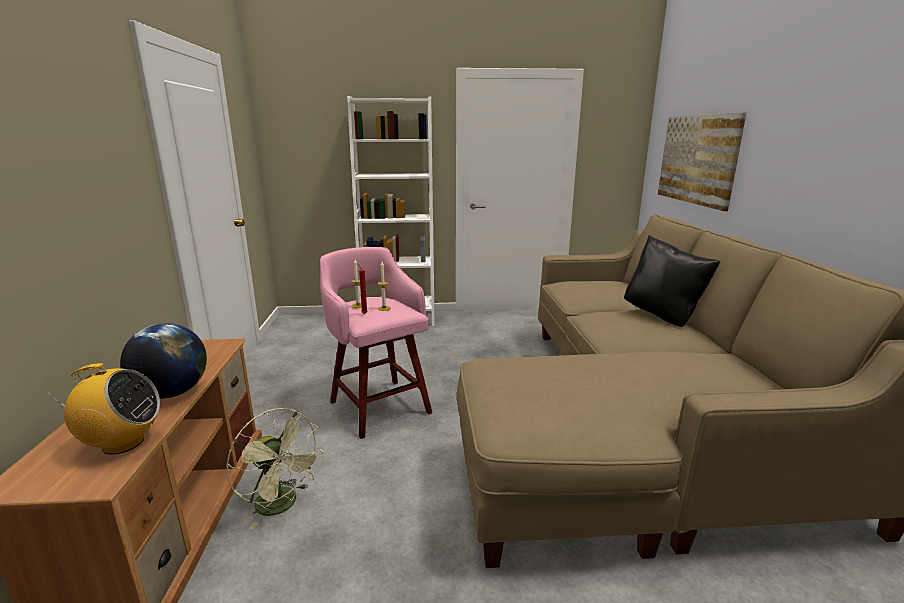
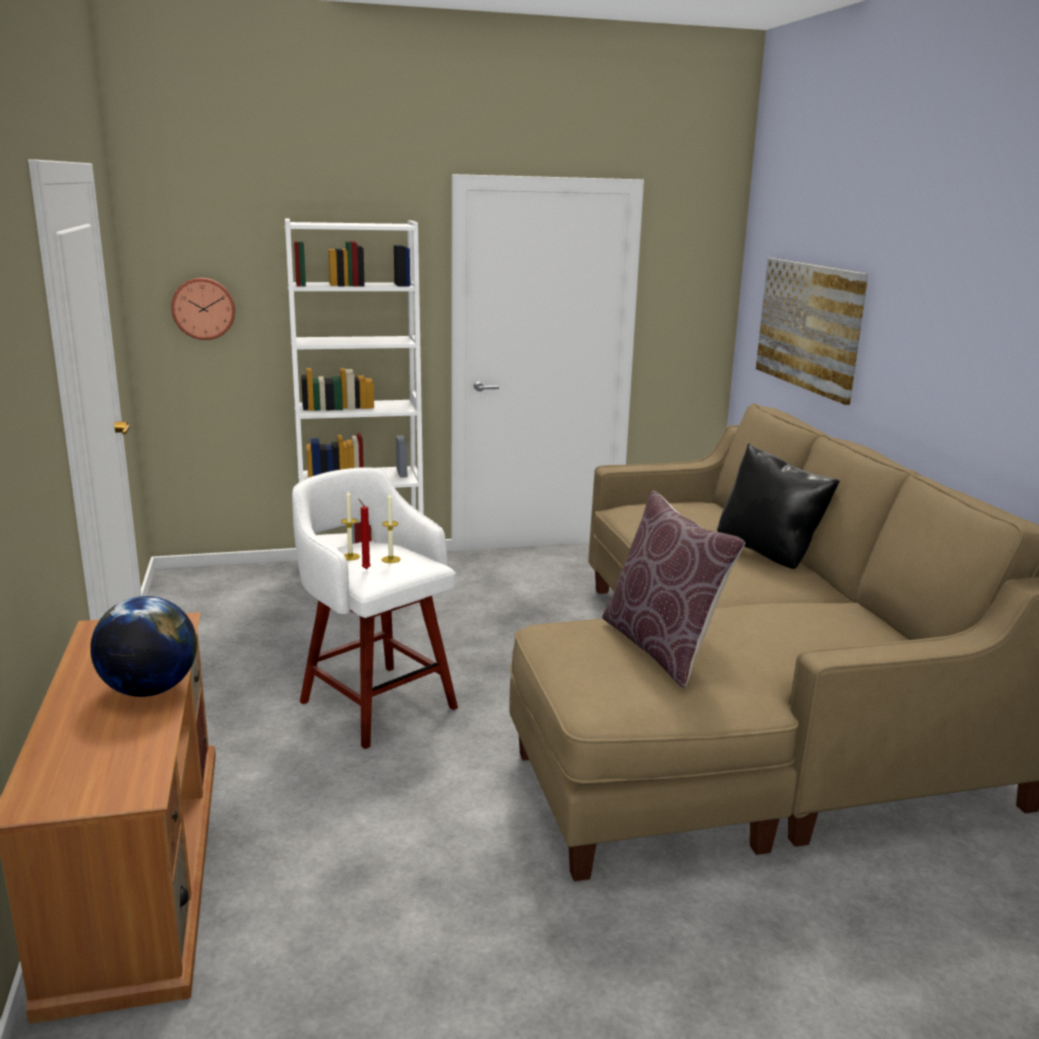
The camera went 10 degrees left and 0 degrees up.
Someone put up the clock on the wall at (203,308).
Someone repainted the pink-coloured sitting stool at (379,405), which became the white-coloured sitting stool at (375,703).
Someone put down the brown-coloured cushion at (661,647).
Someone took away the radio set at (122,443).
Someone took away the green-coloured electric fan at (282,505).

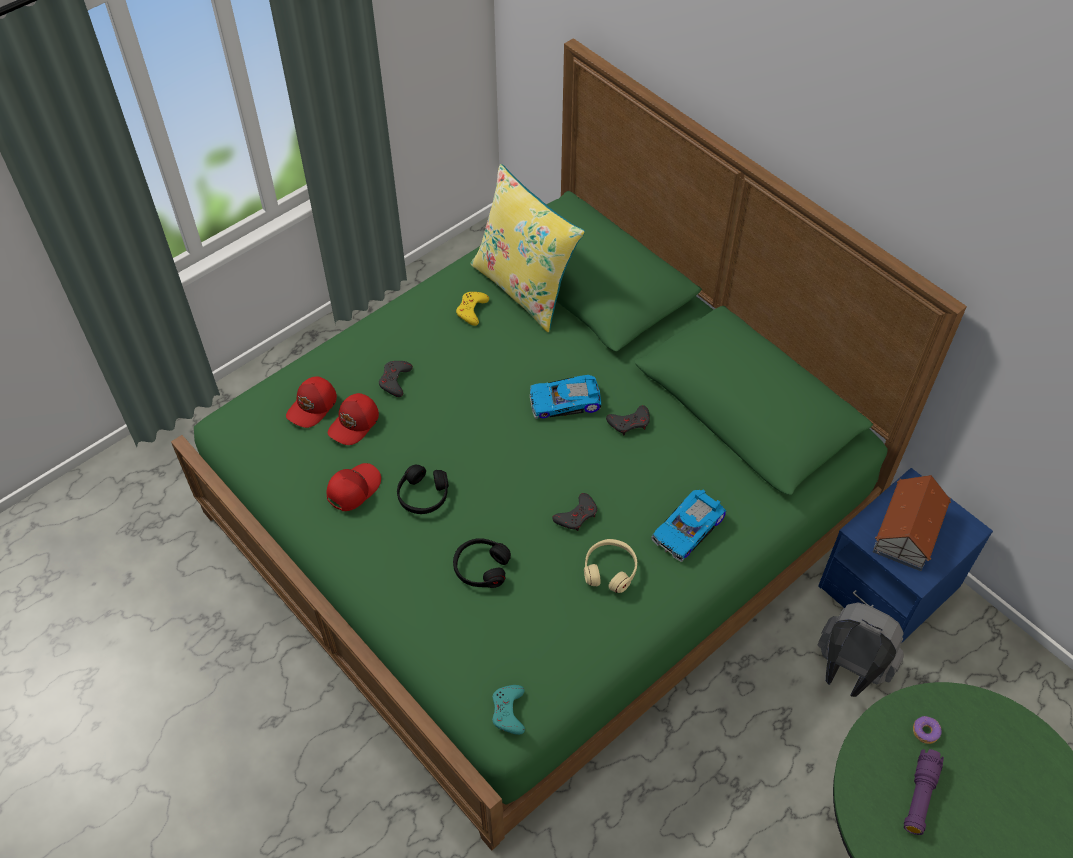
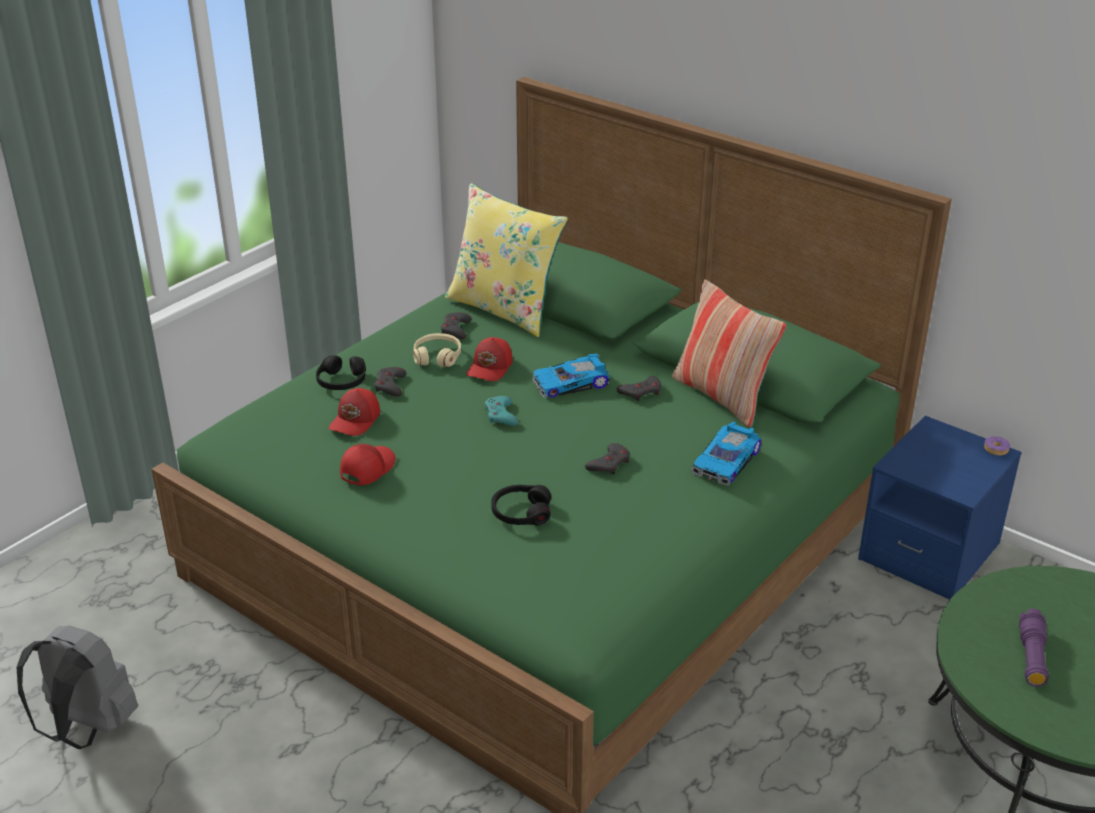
The camera went 10 degrees left and 20 degrees down.
Someone carried the grey rucksack from (849,670) to (87,728).
Someone carried the blackish headphones from (423,495) to (341,381).
Someone carried the beige-coloured headphones from (610,569) to (437,356).
Someone repainted the yellow game controller at (472,310), which became the grey game controller at (456,329).
Someone carried the red-coloured peaked cap from (313,407) to (491,368).
Someone carried the blue-green game controller from (508,711) to (501,415).
Someone put down the cushion at (722,396).
Someone carried the ring doughnut from (925,731) to (995,449).
Someone took away the toy house at (906,532).

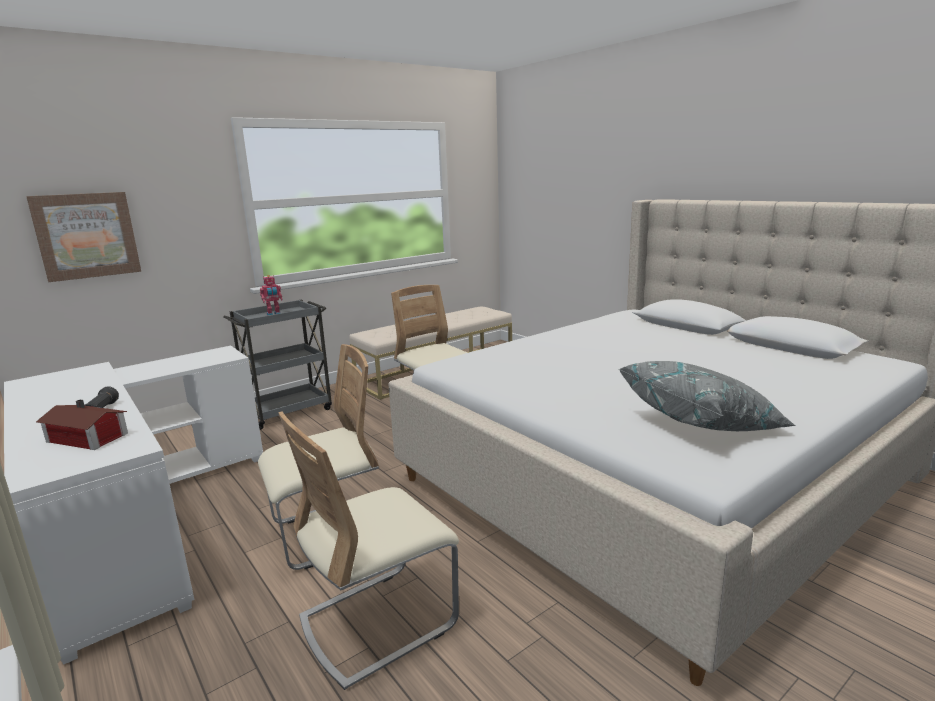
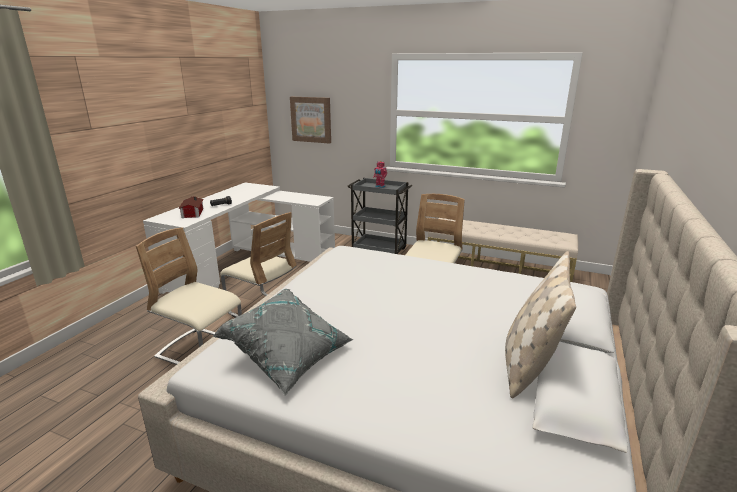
The camera went 60 degrees right and 5 degrees up.
Someone put down the beige-coloured cushion at (529,365).

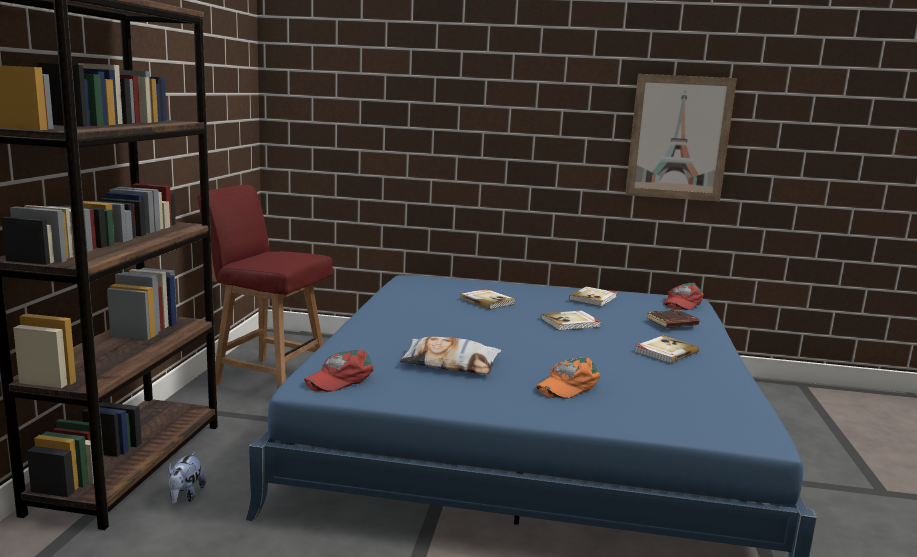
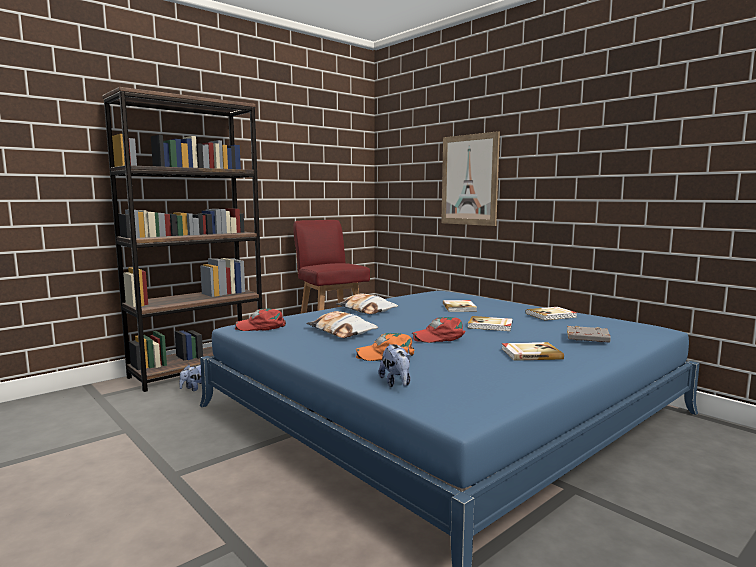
The camera went 40 degrees right and 5 degrees down.
Someone put down the cushion at (366,310).
Someone put down the cuddly toy at (396,383).
Someone carried the red-coloured peaked cap from (681,303) to (439,337).
Someone carried the wall art from (679,138) to (469,180).
Someone repainted the brown-coloured volume at (672,323), which became the grey volume at (587,338).

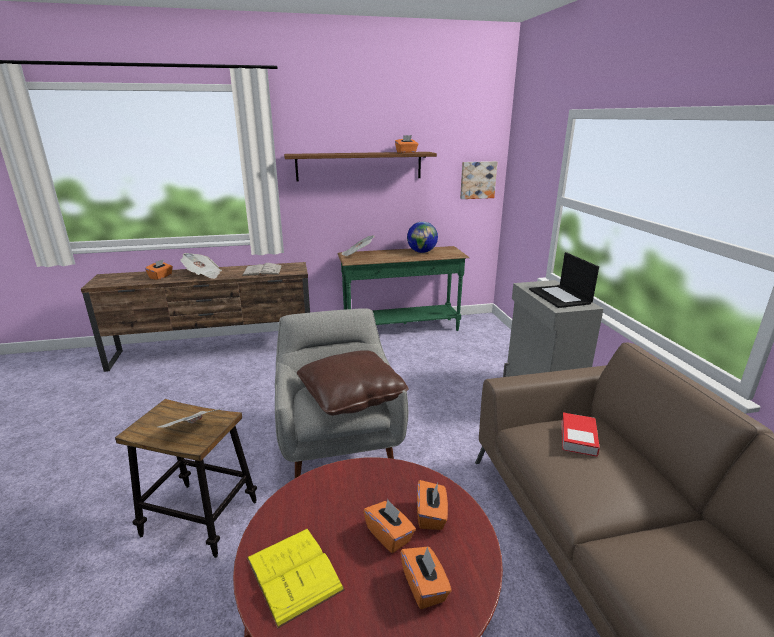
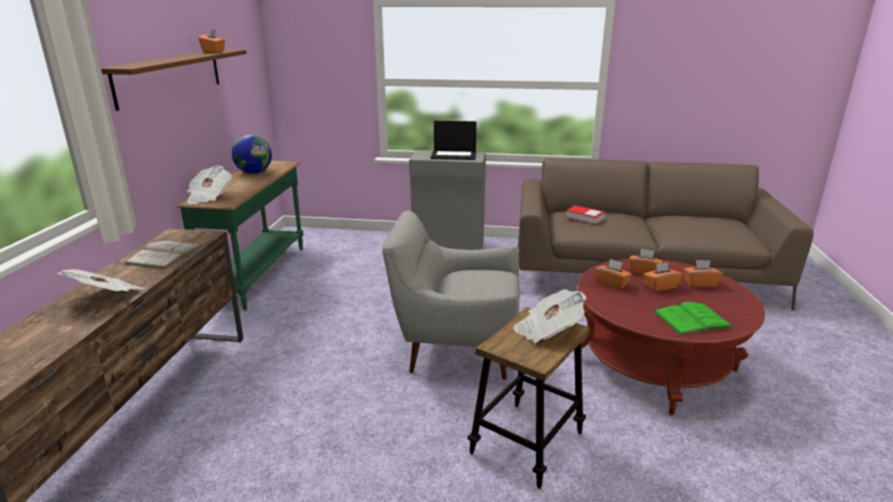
The camera went 70 degrees left and 0 degrees up.
Someone carried the orange-coloured tissue holder from (161,277) to (611,284).
Someone repainted the yellow volume at (294,573), which became the green-coloured volume at (692,319).
Someone took away the brown-coloured cushion at (351,396).
Someone took away the wall art at (477,180).

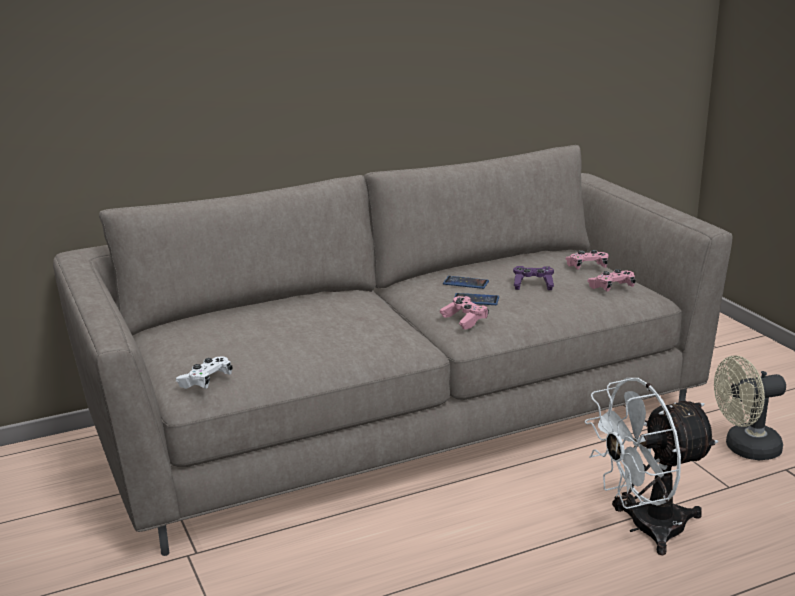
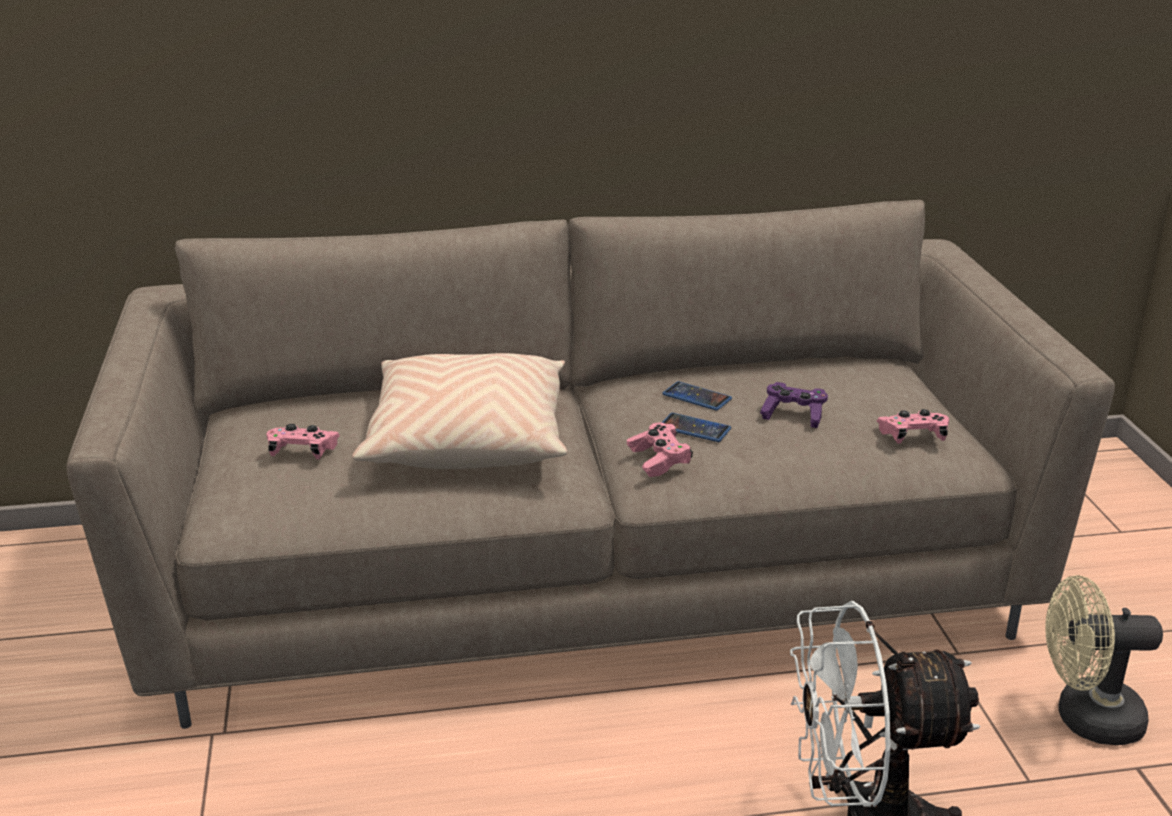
The camera went 15 degrees right and 5 degrees up.
Someone carried the pink-coloured game controller from (587,267) to (303,452).
Someone put down the beige-coloured cushion at (467,440).
Someone took away the white-coloured game controller at (206,381).

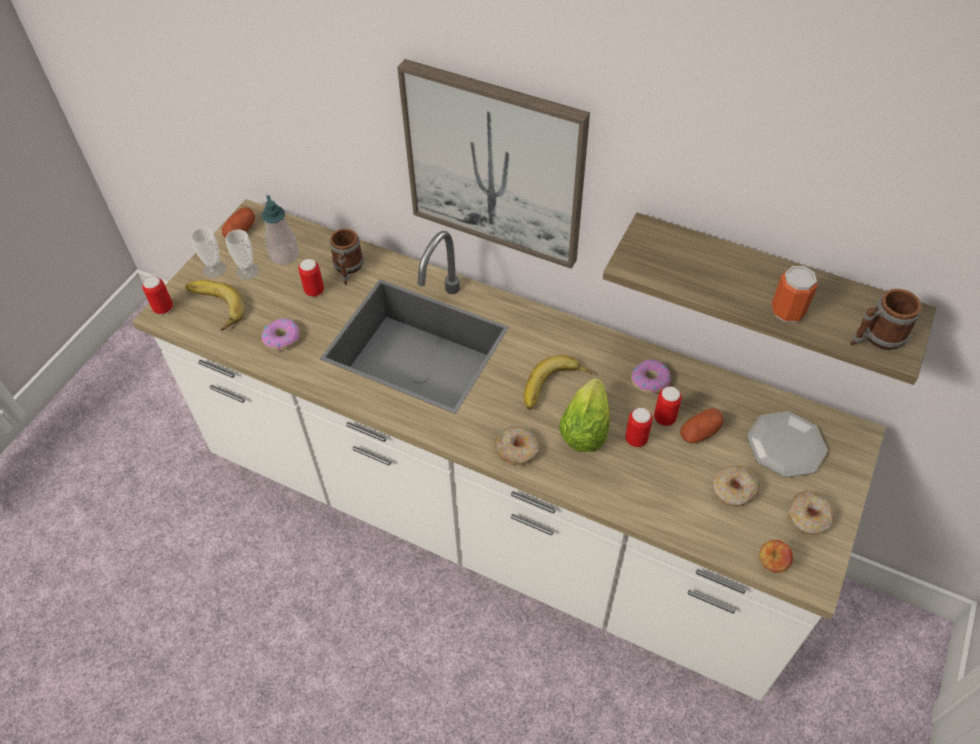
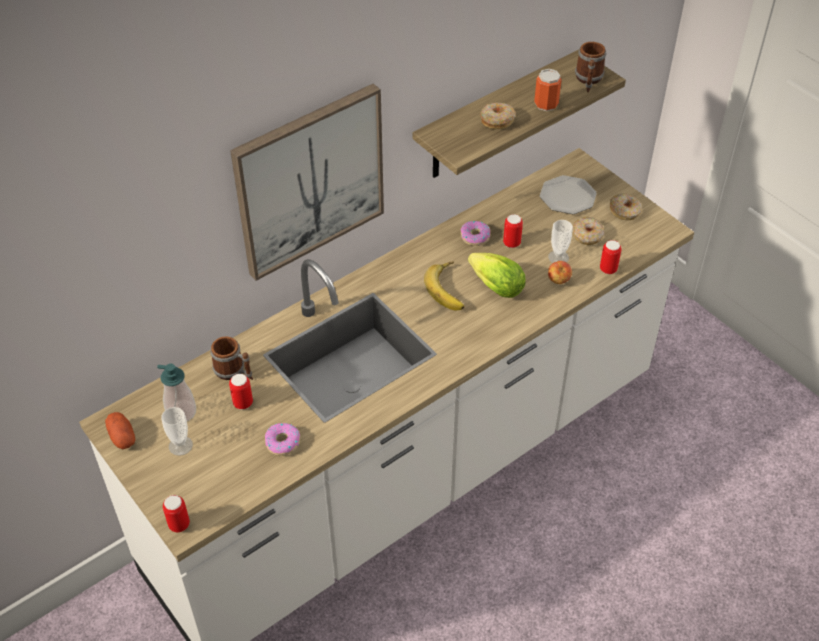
The camera went 65 degrees left and 5 degrees down.
Someone carried the ring doughnut from (517,450) to (497,120).
Someone carried the cup from (214,269) to (558,257).
Someone carried the whole apple from (772,563) to (558,280).
Someone carried the can from (636,439) to (608,269).
Someone took away the banana at (213,308).
Someone took away the potato at (700,433).

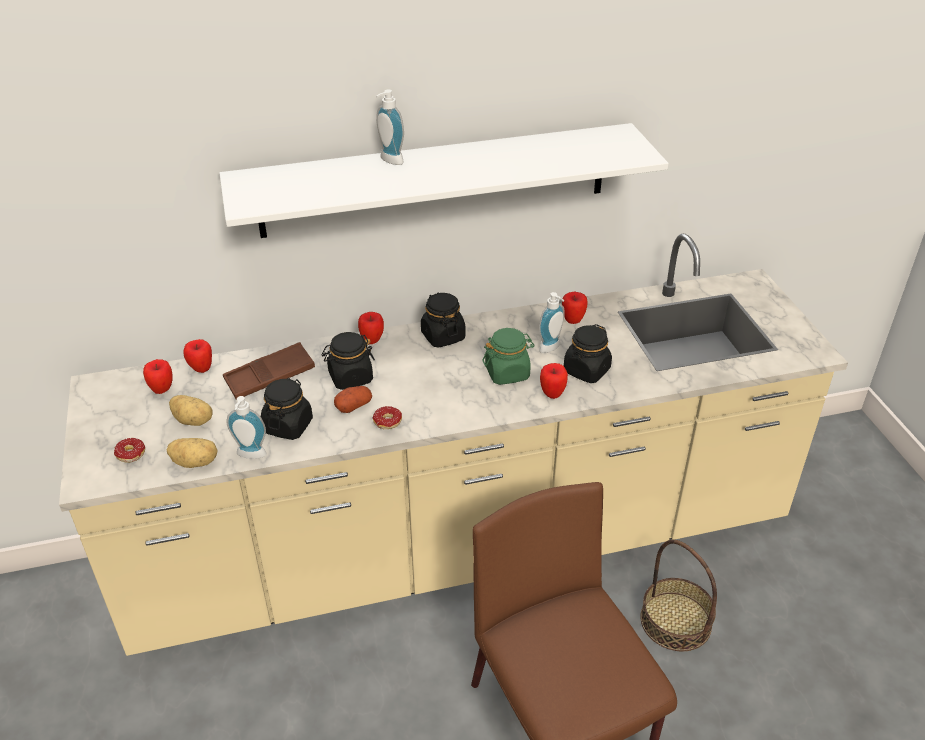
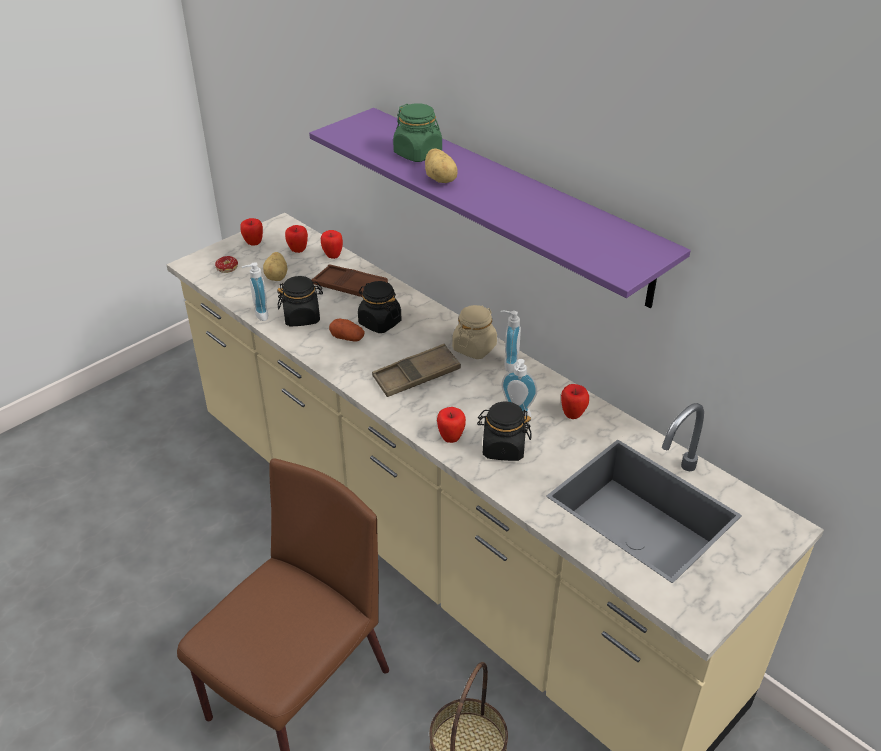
The camera went 60 degrees right and 0 degrees up.
Someone carried the whole apple from (372,341) to (254,243).
Someone repainted the white-coloured shelf at (435,180), which became the purple-coloured shelf at (511,203).
Someone put down the brown-coloured carrying tray at (416,376).
Someone carried the green-coloured storage jar from (507,373) to (418,154).
Someone carried the potato from (195,462) to (441,179).
Someone repainted the blackish storage jar at (442,336), which became the beige-coloured storage jar at (474,348).
Someone carried the liquid soap bottle from (389,161) to (508,364).
Someone took away the ring doughnut at (387,425).

